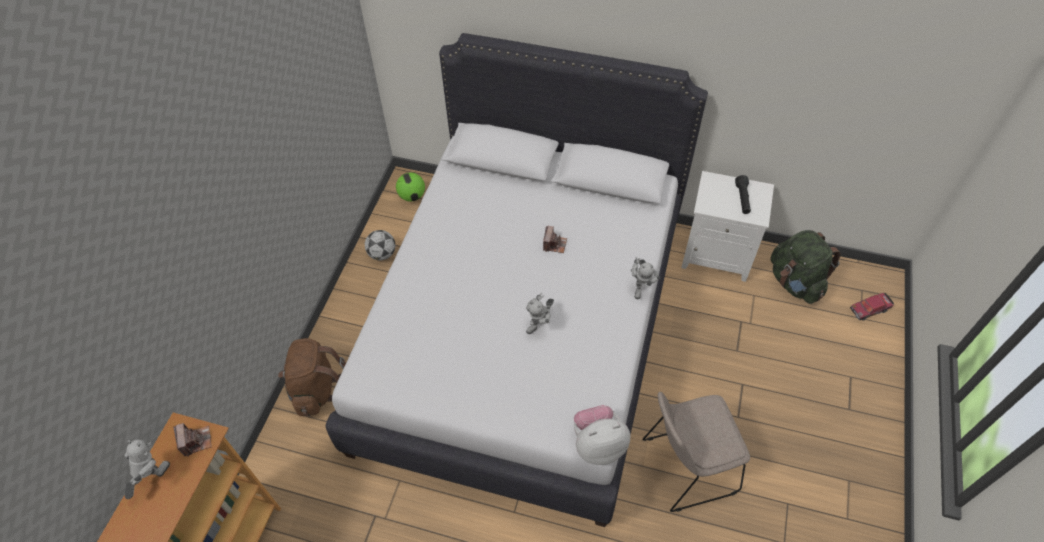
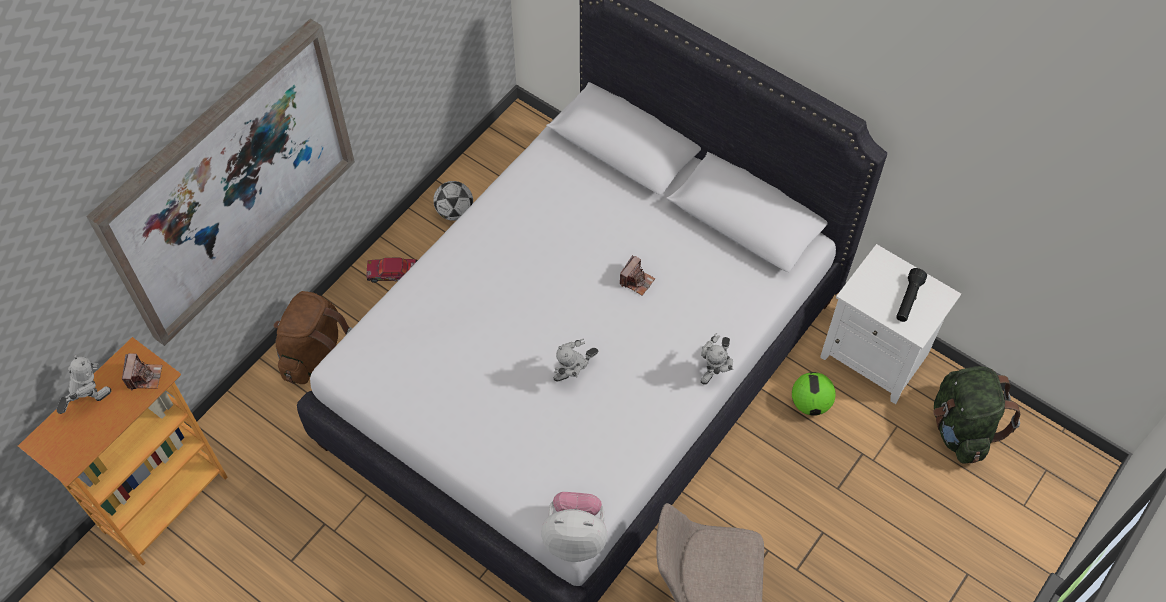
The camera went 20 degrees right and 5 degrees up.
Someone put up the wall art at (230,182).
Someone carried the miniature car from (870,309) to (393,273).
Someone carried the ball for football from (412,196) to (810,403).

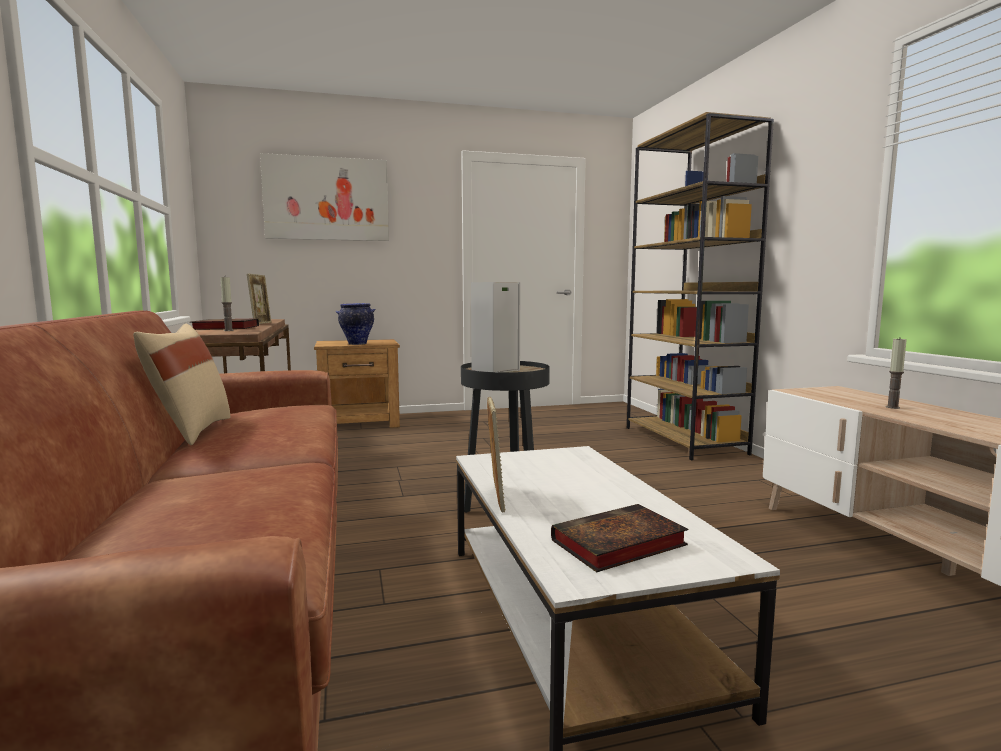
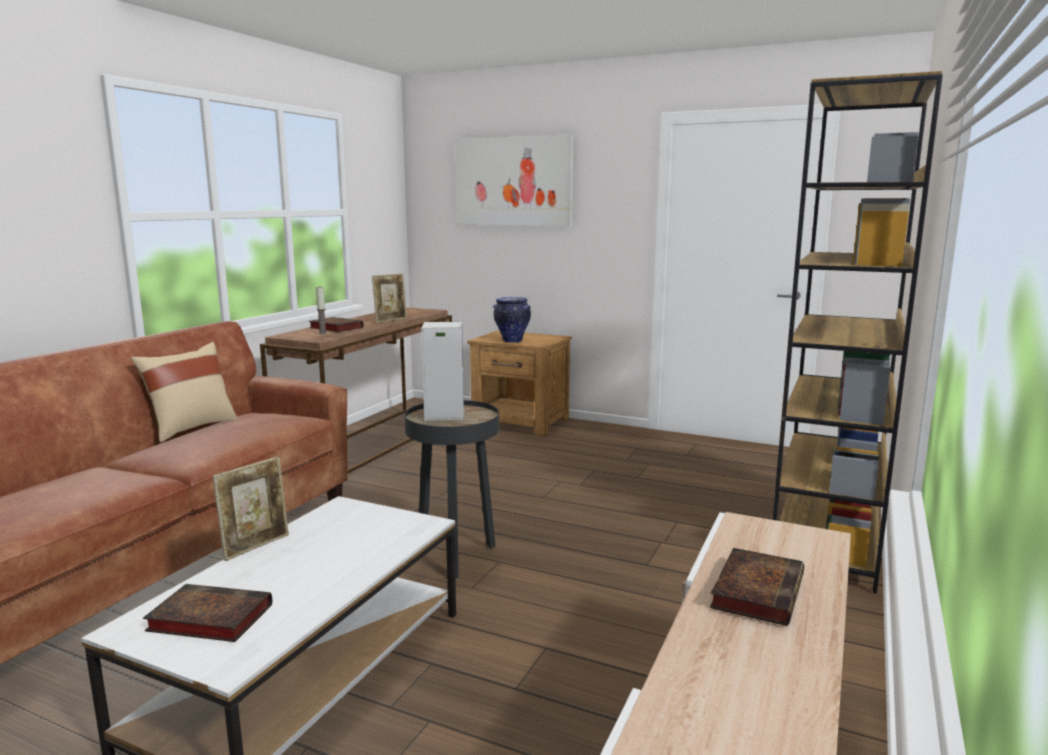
The camera went 40 degrees right and 5 degrees up.
Someone swapped the wax candle at (892,407) for the volume at (757,590).

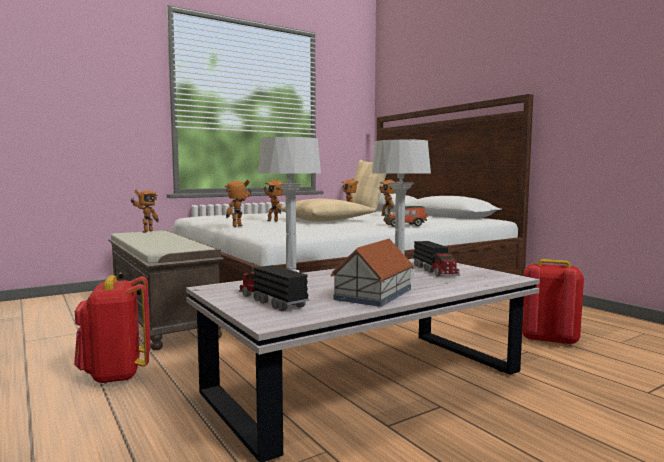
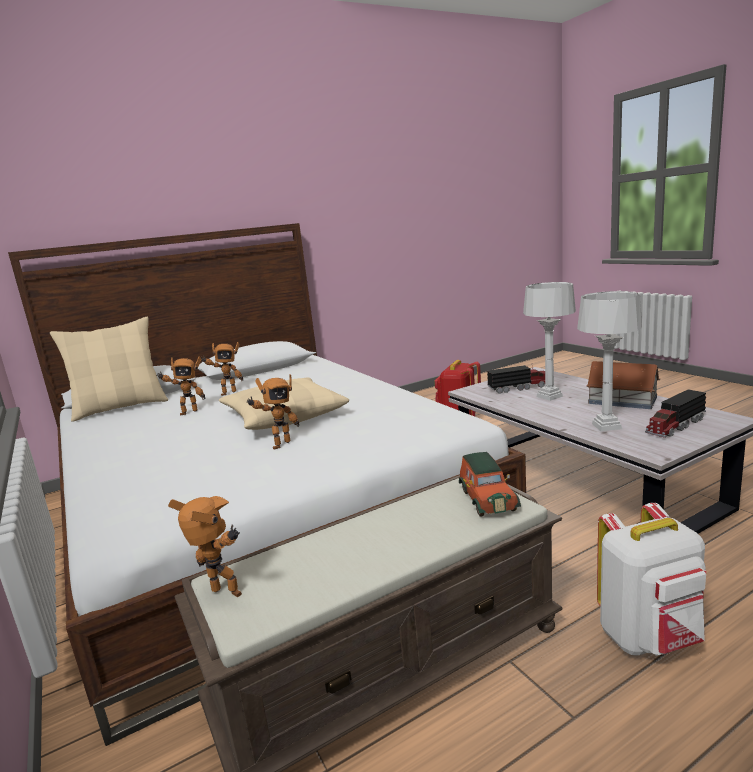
The camera went 85 degrees left and 10 degrees up.
Someone carried the miniature car from (405,225) to (486,498).
Someone repainted the red-coloured rucksack at (115,374), which became the white-coloured rucksack at (649,638).
Someone took away the toy robot at (239,226).

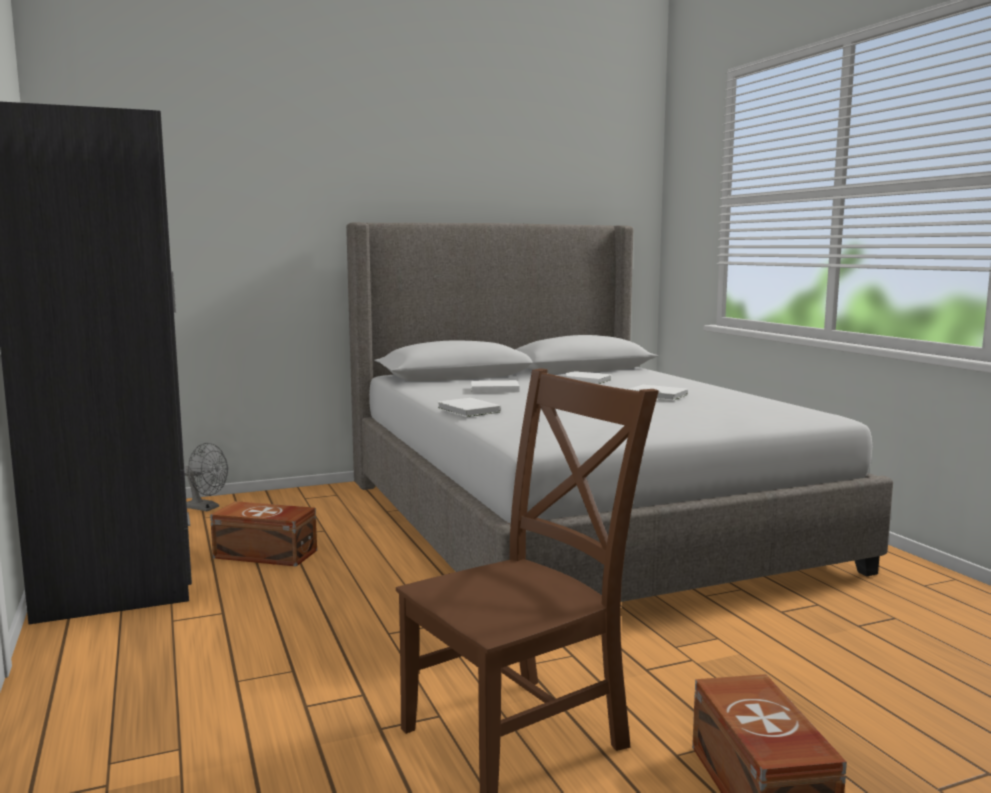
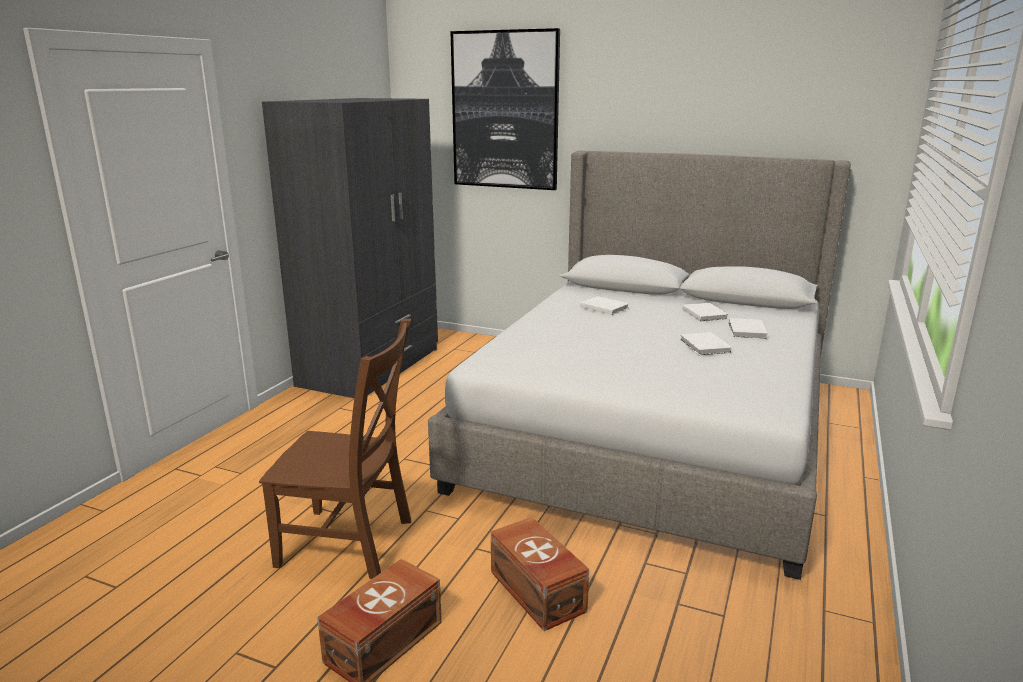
The camera went 45 degrees right and 10 degrees up.
Someone put up the wall art at (505,111).
Someone carried the brown-coloured storage box from (266,555) to (536,592).
Someone carried the white-coloured volume from (468,410) to (746,331).
Someone took away the grey electric fan at (206,508).

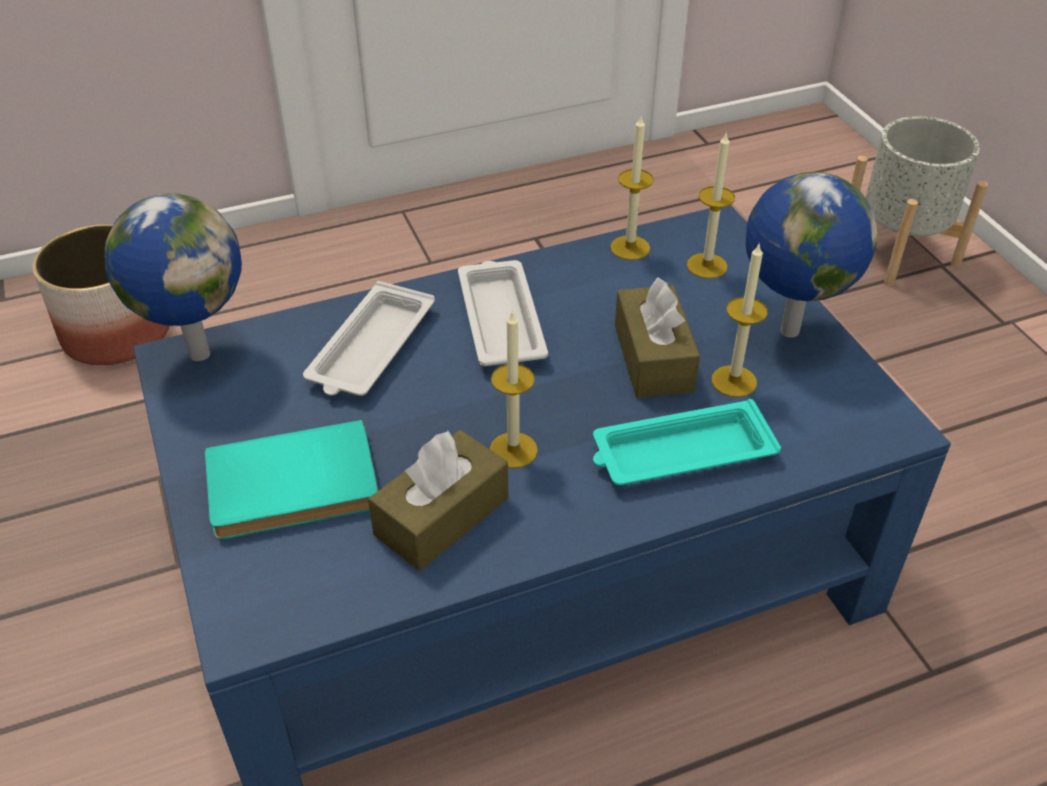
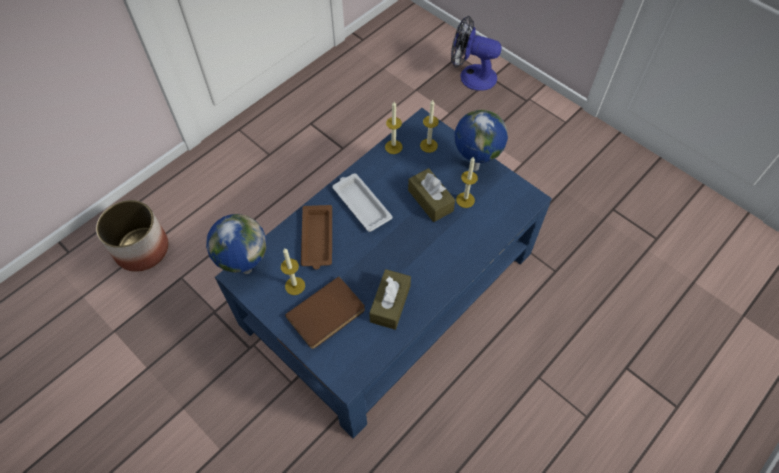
The camera went 25 degrees left and 15 degrees up.
Someone carried the wax candle from (513,450) to (295,286).
Someone repainted the blue-green volume at (293,488), which became the brown-coloured volume at (327,315).
Someone repainted the white-coloured carrying tray at (370,349), which became the brown-coloured carrying tray at (317,239).
Someone swapped the grey flower pot at (899,250) for the electric fan at (471,76).
Someone took away the blue-green carrying tray at (680,453).

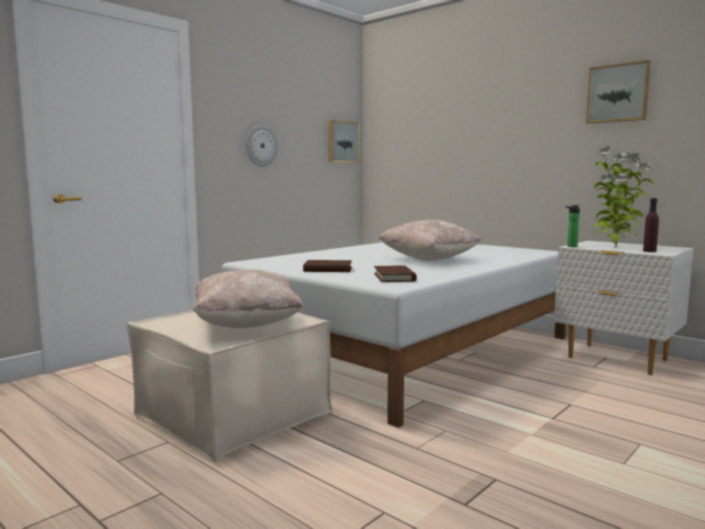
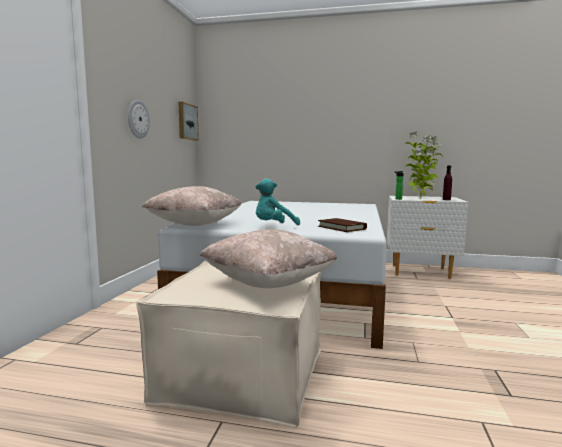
The camera went 30 degrees left and 0 degrees up.
Someone carried the beige-coloured cushion from (429,259) to (195,224).
Someone swapped the brown-coloured volume at (328,269) for the blue-green cuddly toy at (273,226).
Someone took away the wall art at (618,93).

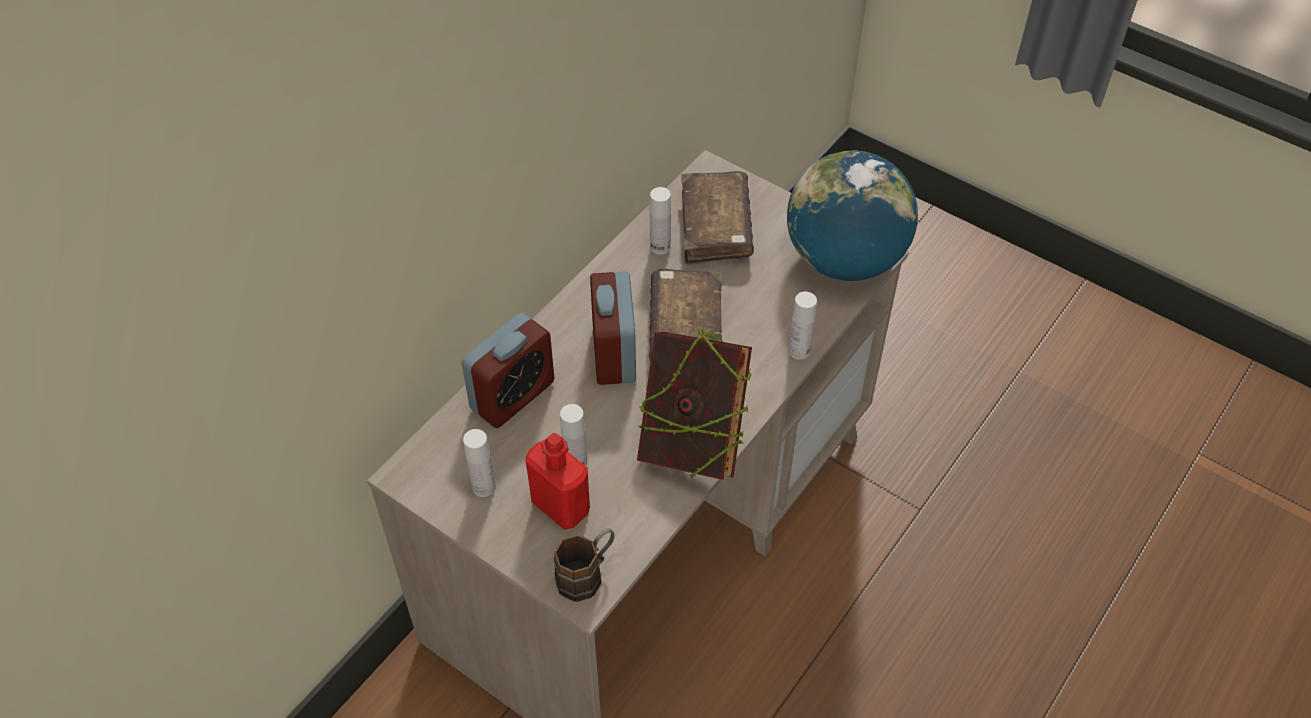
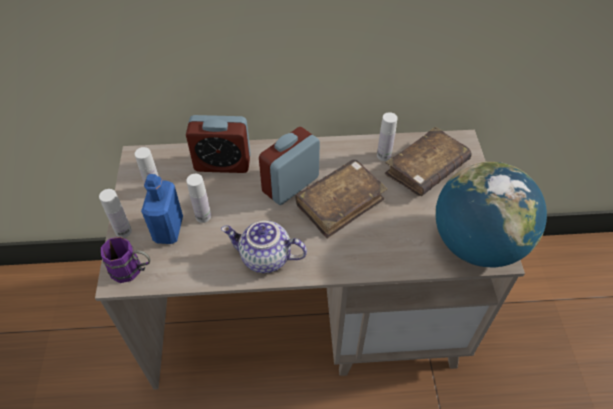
The camera went 50 degrees right and 0 degrees up.
Someone carried the white-coloured drink bottle from (799,351) to (123,231).
Someone repainted the brown-coloured mug at (587,574), which became the purple-coloured mug at (132,270).
Someone repainted the red-coloured drink bottle at (560,506), which became the bluish drink bottle at (168,229).
Someone swapped the volume at (692,441) for the teapot at (264,258).

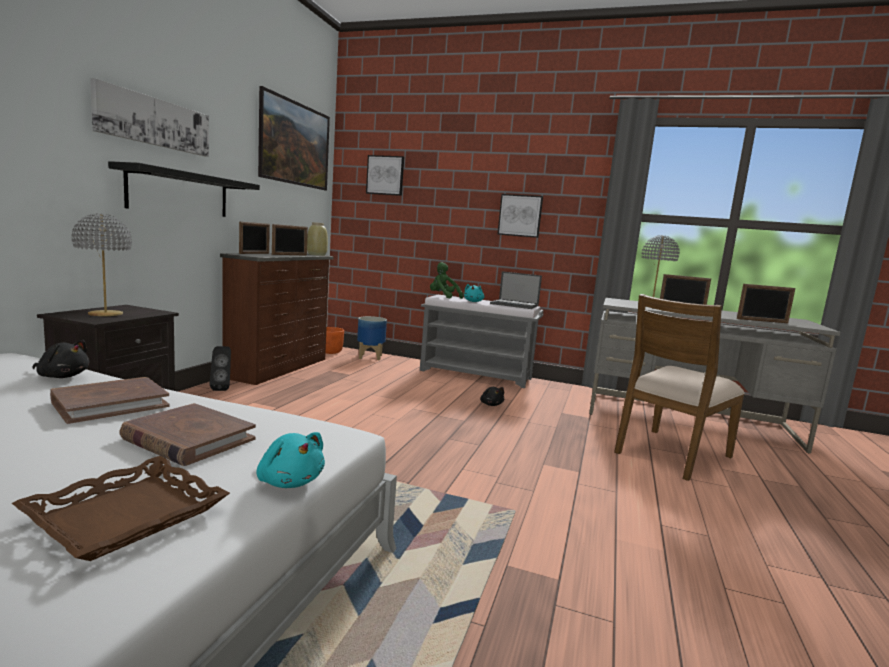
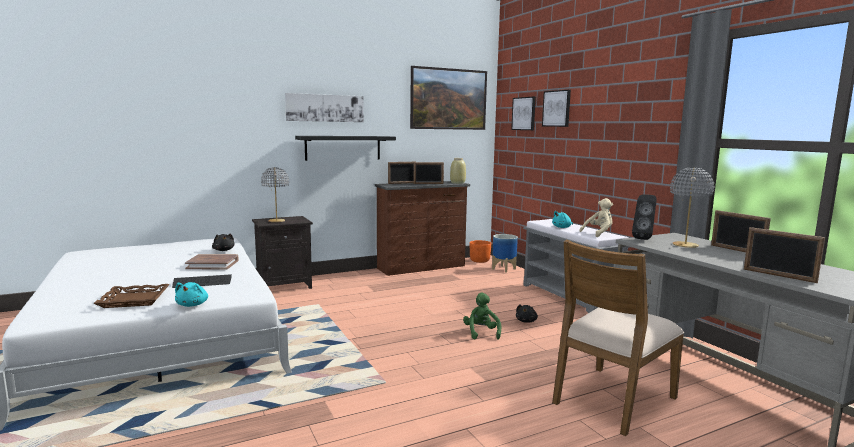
The camera went 45 degrees right and 0 degrees up.
Someone swapped the brown-coloured volume at (188,439) for the PC keyboard at (202,282).
Someone carried the green-coloured cuddly toy from (443,297) to (481,333).
Someone carried the wall art from (520,215) to (557,108).
Someone rotated the brown-coloured plain chair at (670,454) by 45 degrees counterclockwise.
Someone swapped the notebook computer at (515,305) for the beige-coloured cuddly toy at (598,233).
Someone carried the blackish speaker from (222,388) to (643,239).

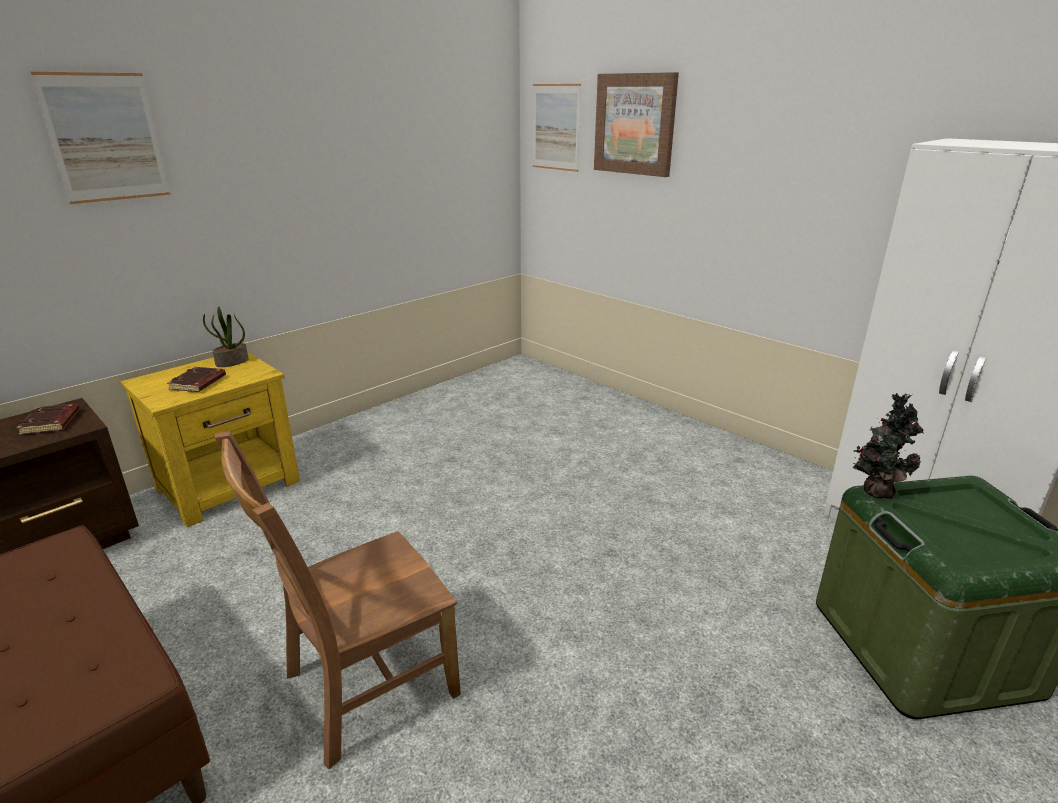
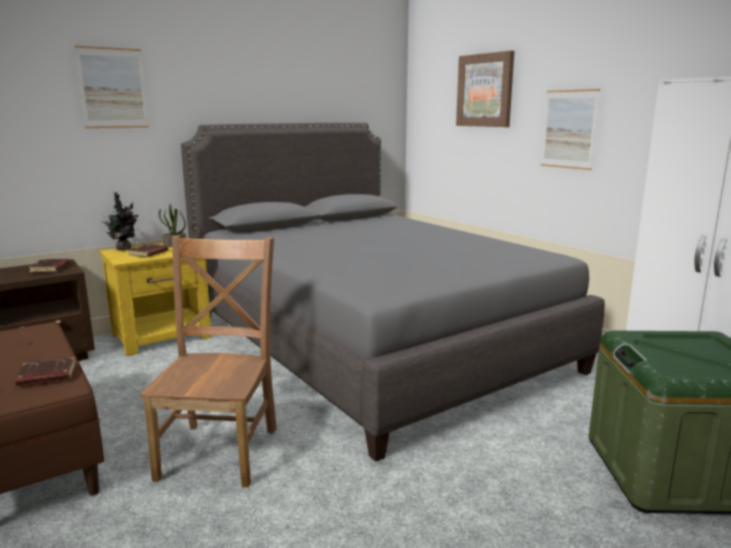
The camera went 10 degrees right and 10 degrees down.
Someone put down the brown-coloured volume at (46,377).
Someone carried the houseplant from (875,491) to (124,249).
Someone rotated the brown-coloured plain chair at (364,687) by 120 degrees clockwise.
Someone put down the grey bed at (372,342).
Someone carried the wall art from (556,127) to (568,129).

